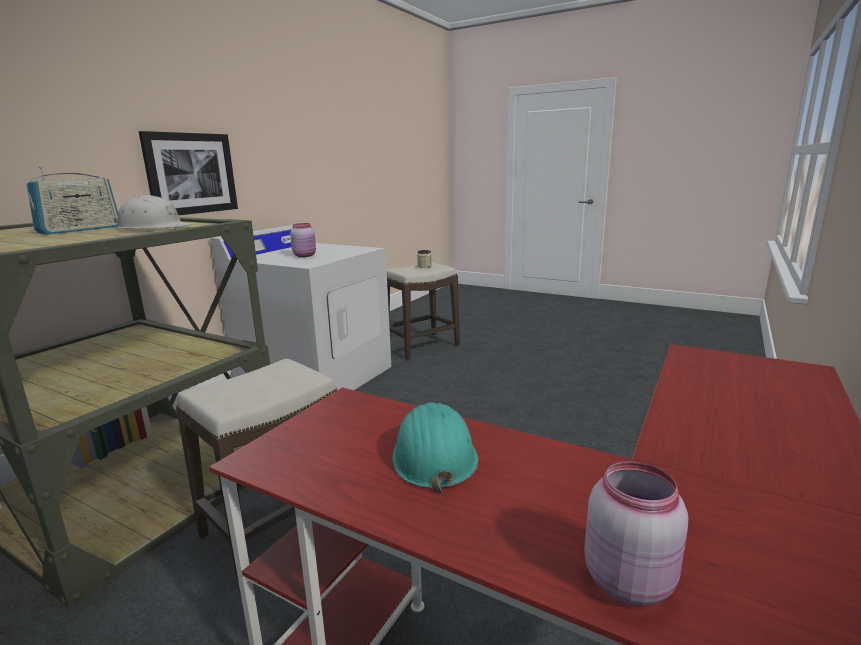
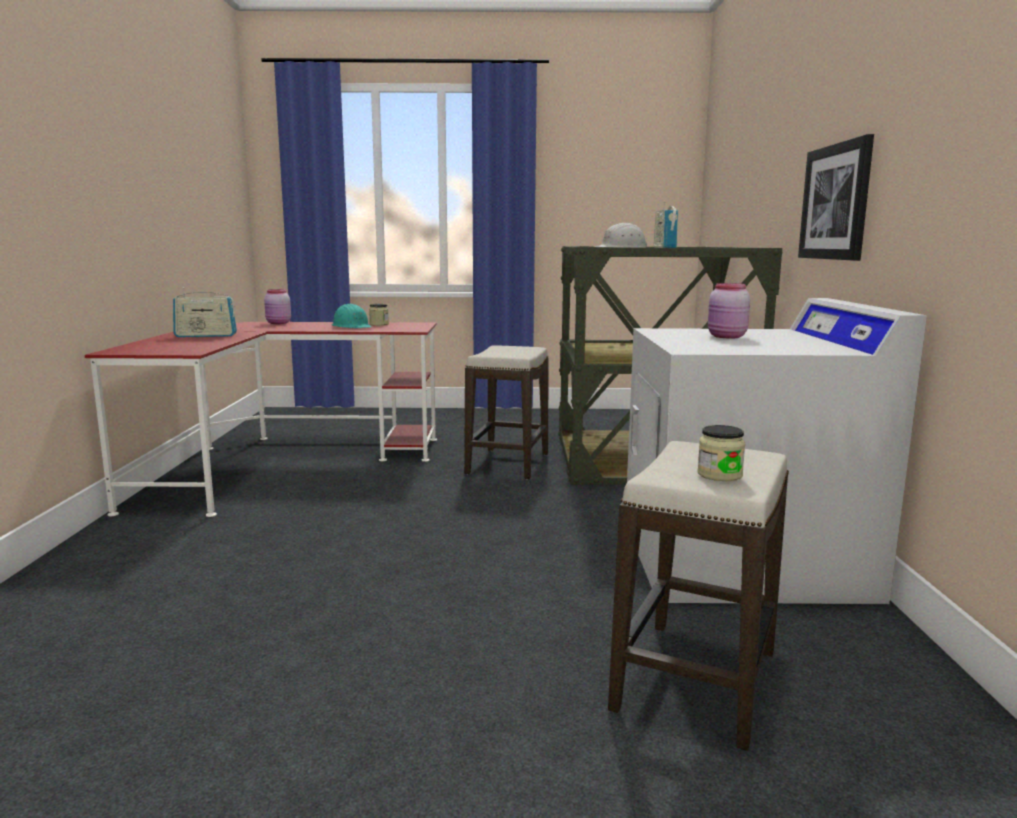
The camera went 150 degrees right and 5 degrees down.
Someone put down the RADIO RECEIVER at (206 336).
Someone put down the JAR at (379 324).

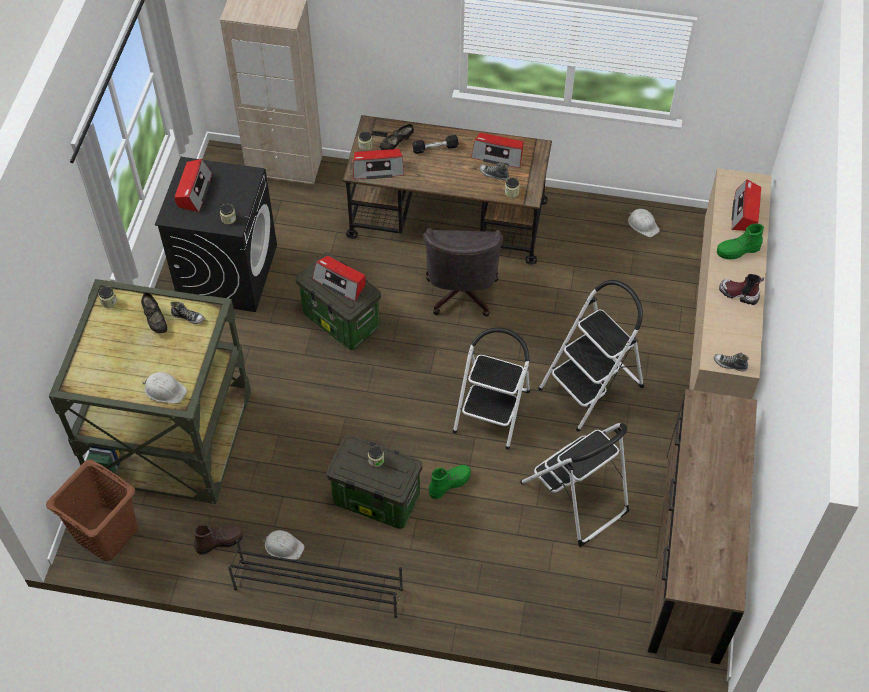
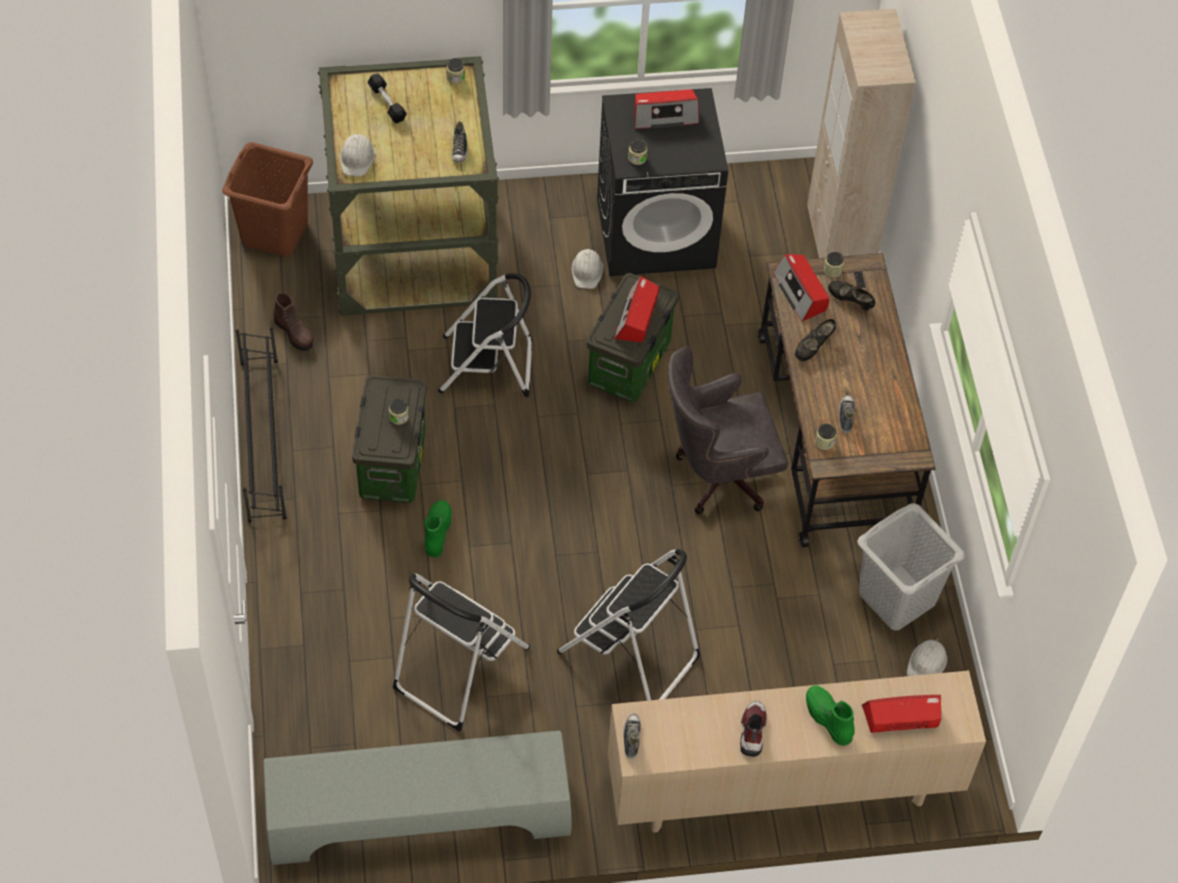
The camera went 70 degrees right and 0 degrees up.
Someone swapped the BROWN-COLOURED DRESSER at (690 555) for the GREYISH INDOOR BENCH at (418 813).
Someone carried the BLACK-COLOURED FREE WEIGHT from (435 148) to (387 103).
Someone rotated the GREENISH TALL BOOT at (449 483) by 120 degrees counterclockwise.
Someone carried the STEPLADDER from (493 409) to (489 367).
Someone carried the WHITE HARD HAT from (283 546) to (587 271).
Someone carried the BLACK-COLOURED SHOE from (155 320) to (813 347).
Someone put down the GREYISH HAMPER at (897 597).
Someone took away the RADIO RECEIVER at (498 155).

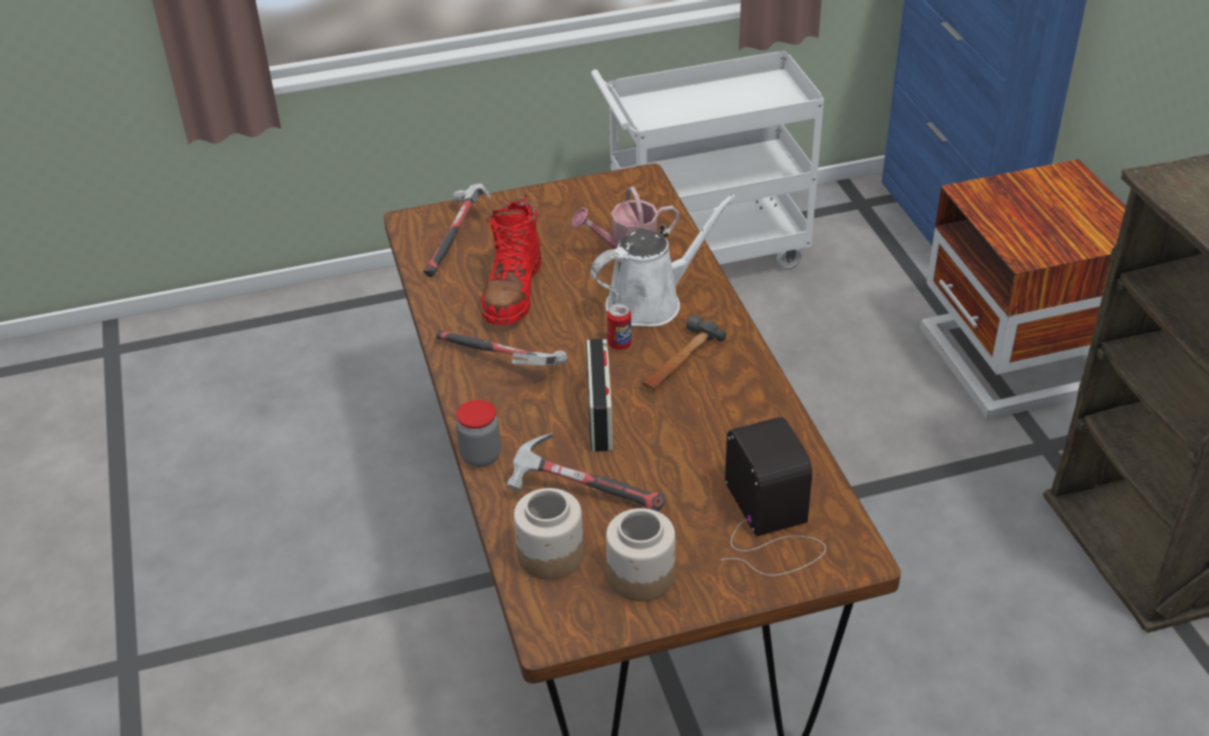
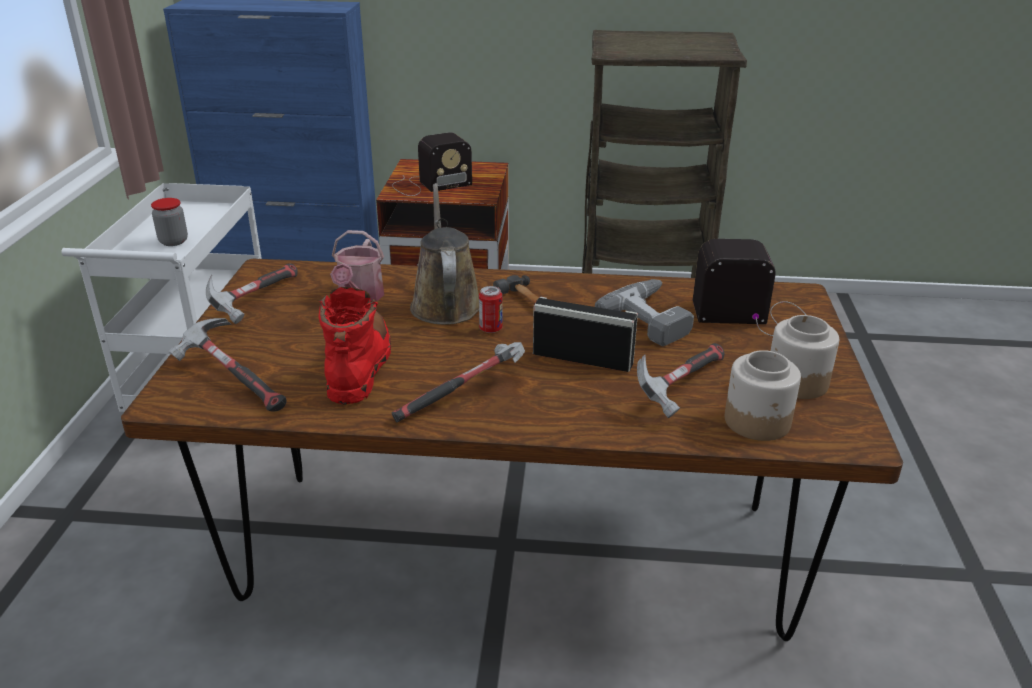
The camera went 70 degrees left and 10 degrees down.
Someone carried the JAR from (481 456) to (173 241).
Someone put down the HAND HAMMER at (255 302).
Someone rotated the RED-COLOURED TALL BOOT at (512 291) by 120 degrees counterclockwise.
Someone put down the RADIO RECEIVER at (428 185).
Someone repainted the WHITE WATERING CAN at (650 302), which became the BROWN-COLOURED WATERING CAN at (445 303).
Someone put down the DRILL at (654 318).

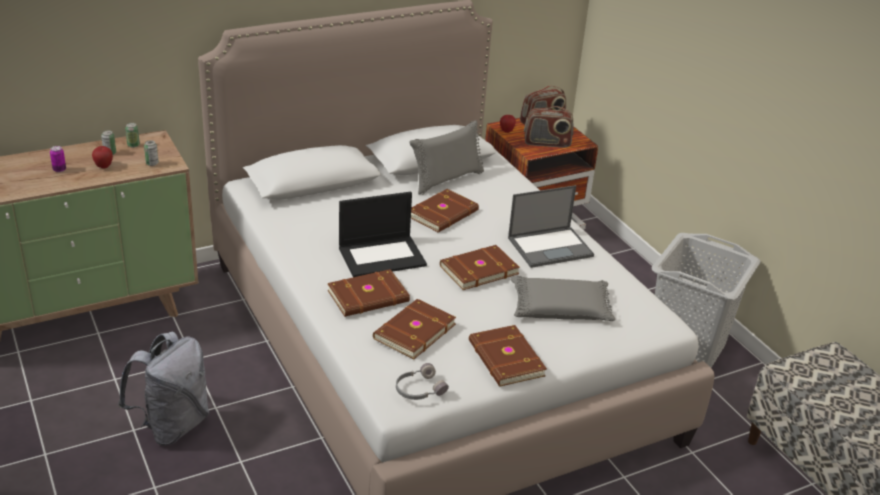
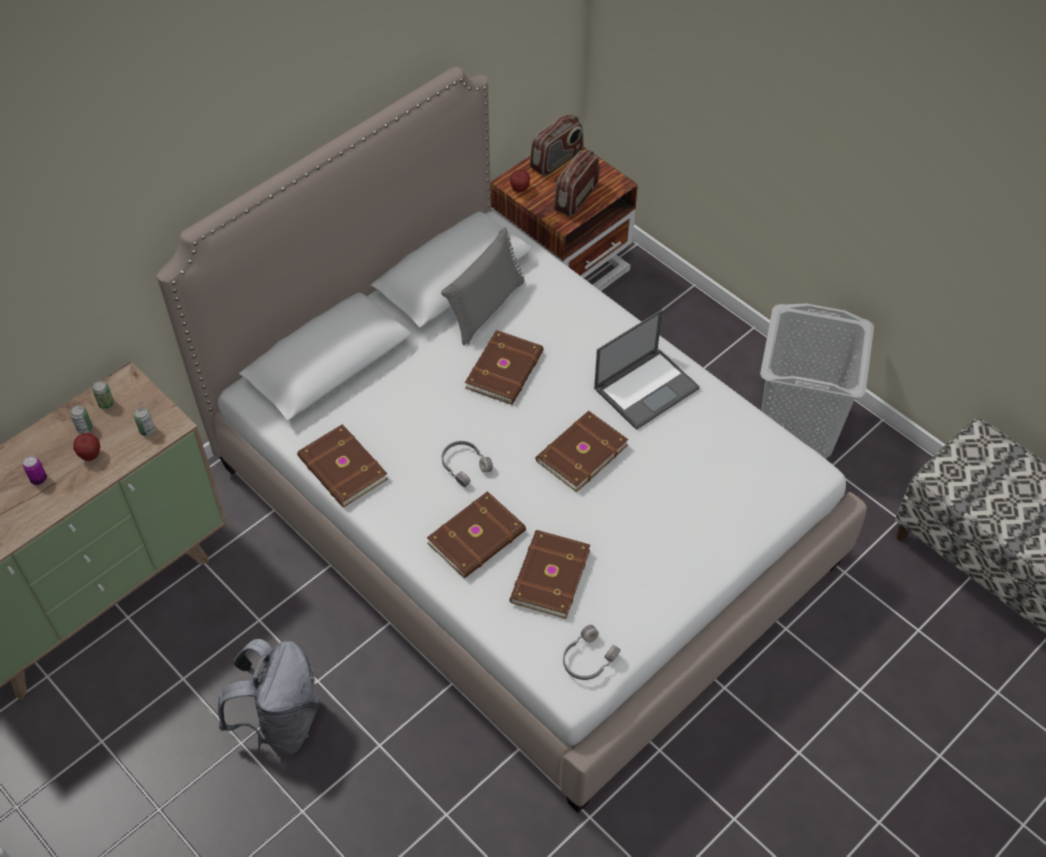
The camera went 15 degrees left and 20 degrees up.
Someone carried the BROWN-COLOURED BOOK from (505 359) to (341 469).
Someone swapped the PORTABLE COMPUTER at (382 256) for the GREYISH HEADSET at (465 465).
Someone rotated the RADIO RECEIVER at (547 143) by 135 degrees clockwise.
Someone took away the GREYISH PILLOW at (560 305).

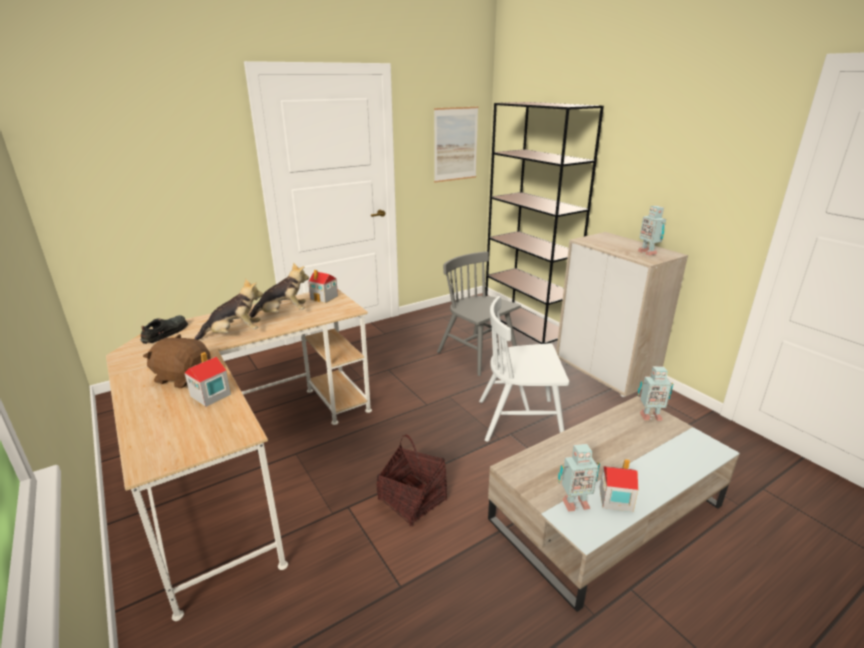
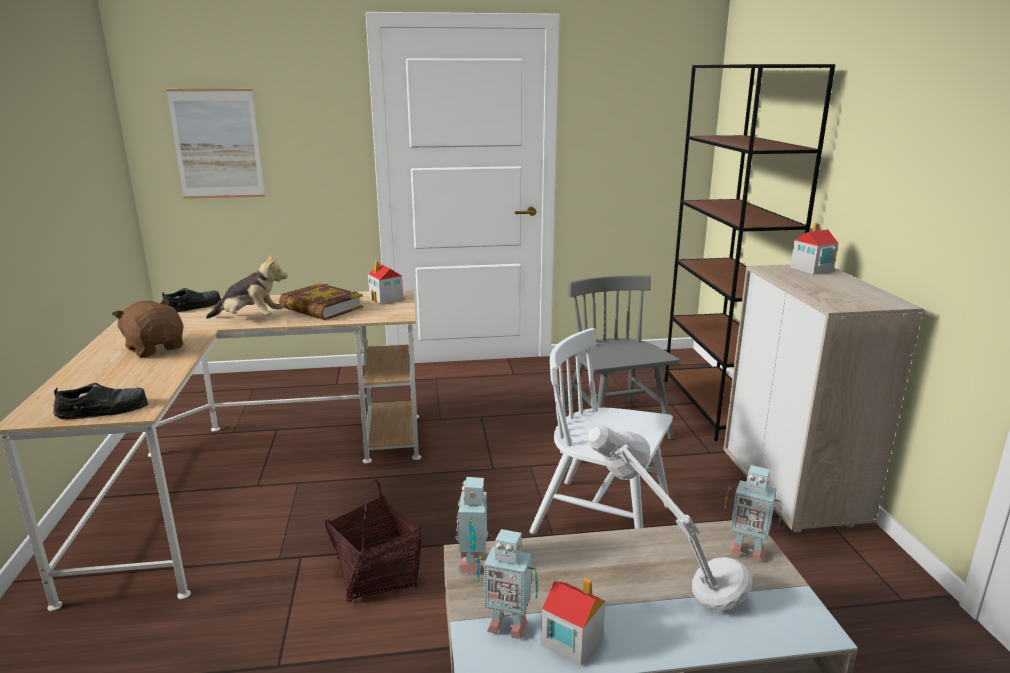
The camera went 25 degrees right and 5 degrees down.
Someone put down the BLACK-COLOURED SHOE at (103 409).
Someone carried the PICTURE from (455 144) to (217 144).
Someone swapped the SOFT TOY at (282 314) for the BOOK at (321 308).
Someone carried the ROBOT FIGURE from (647 252) to (474 562).
Someone put down the GREYISH TABLE LAMP at (663 585).
Someone carried the TOY HOUSE from (210 395) to (811 269).

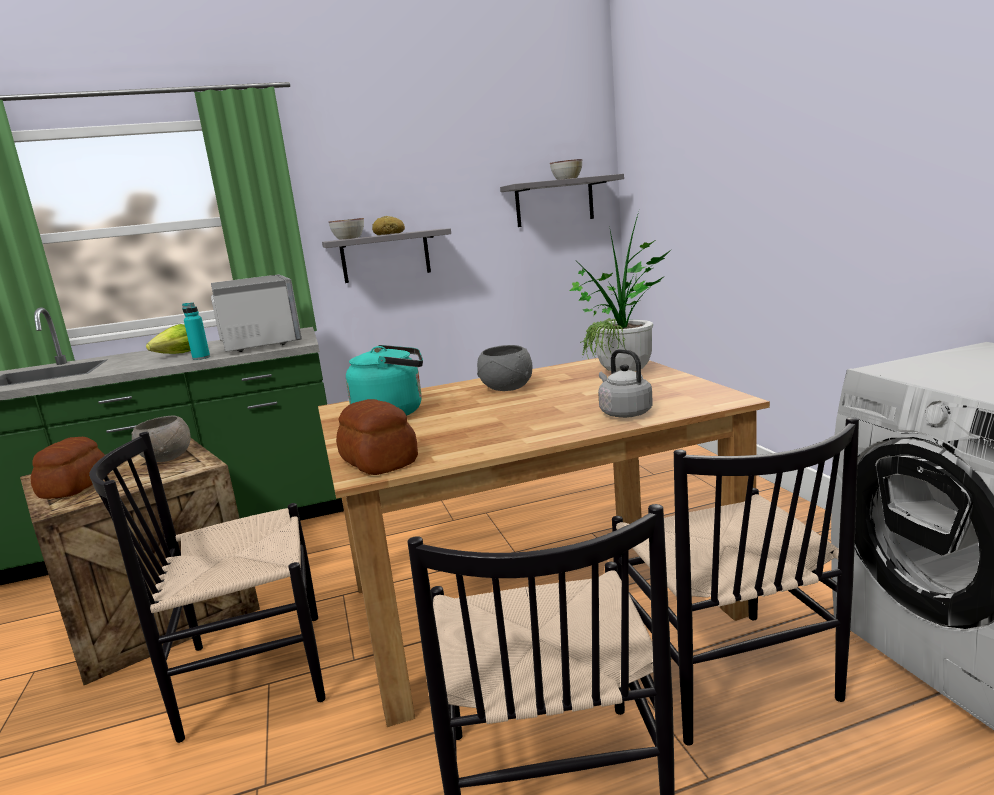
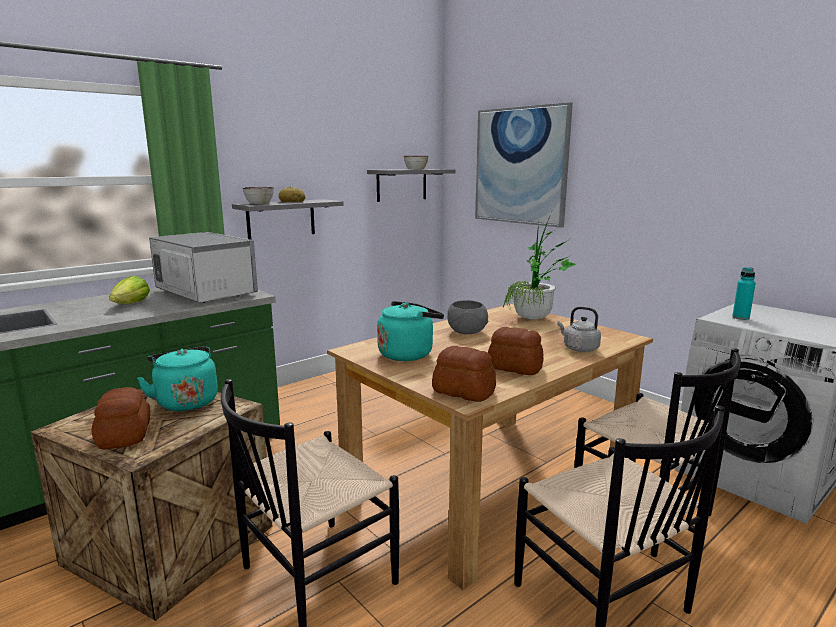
The camera went 25 degrees left and 0 degrees up.
Someone swapped the GREYISH SERVING BOWL at (167 458) for the BLUE-GREEN WATER KETTLE at (186 401).
Someone put up the PICTURE at (520 166).
Someone put down the BREAD at (514 367).
Someone carried the BLUE-GREEN DRINK BOTTLE from (201 358) to (740 318).

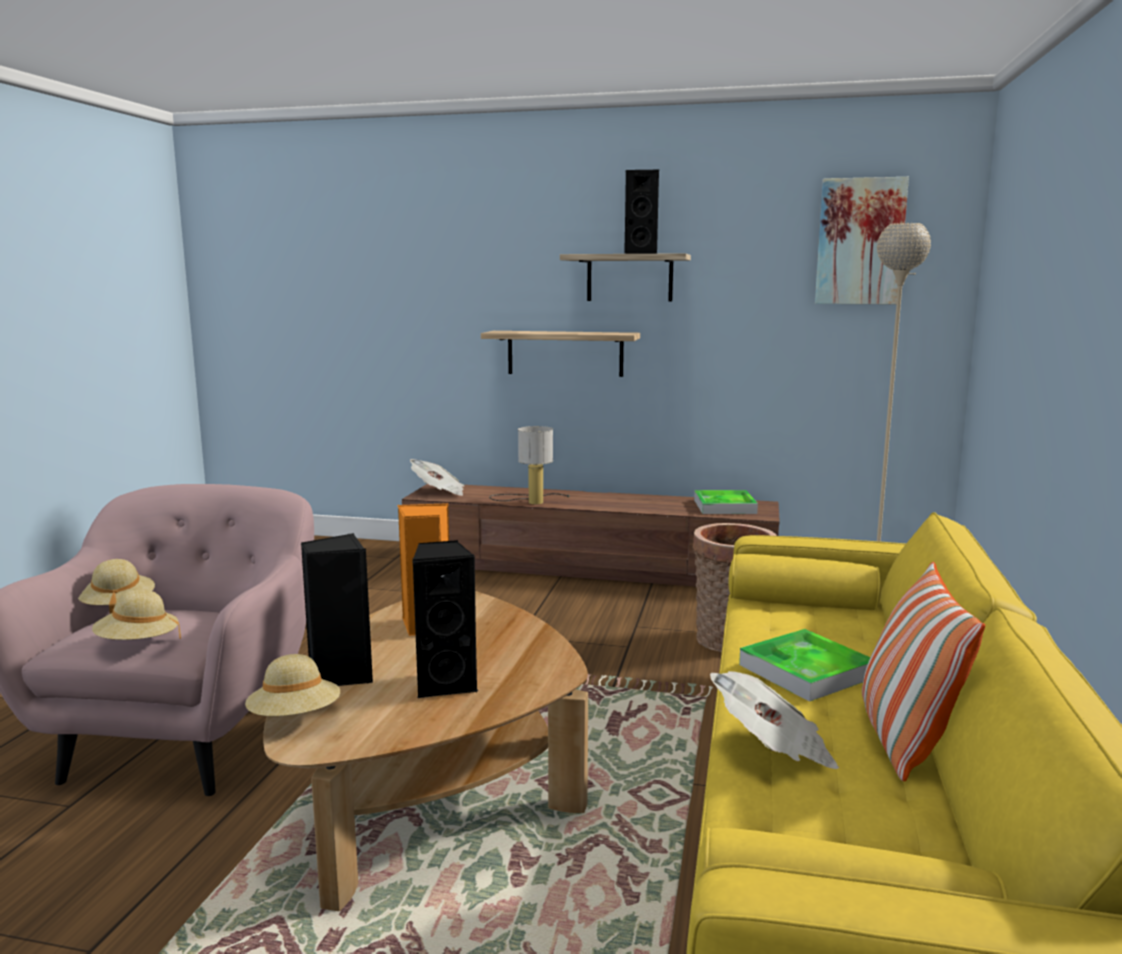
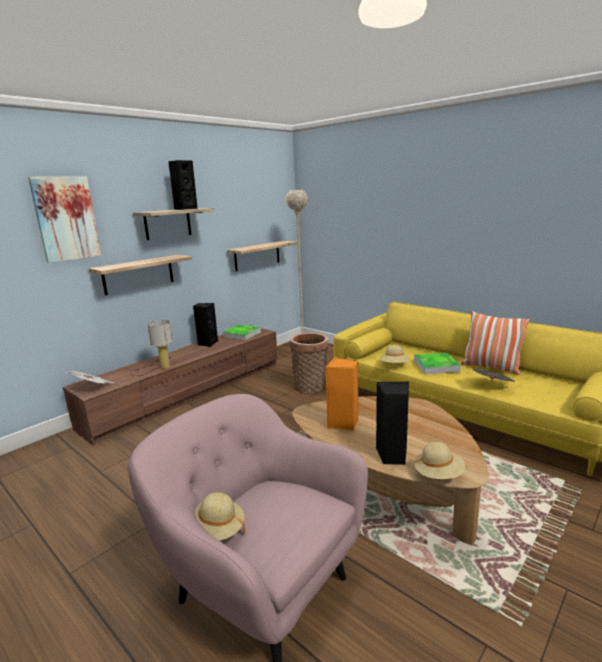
The camera went 60 degrees left and 5 degrees up.
Someone carried the PICTURE from (860 242) to (66 219).
Someone carried the BLACK-COLOURED AUDIO SPEAKER from (446 684) to (207 343).
Someone put up the WALL SHELF at (257 255).
Someone carried the BEIGE HAT from (138 643) to (394 365).

